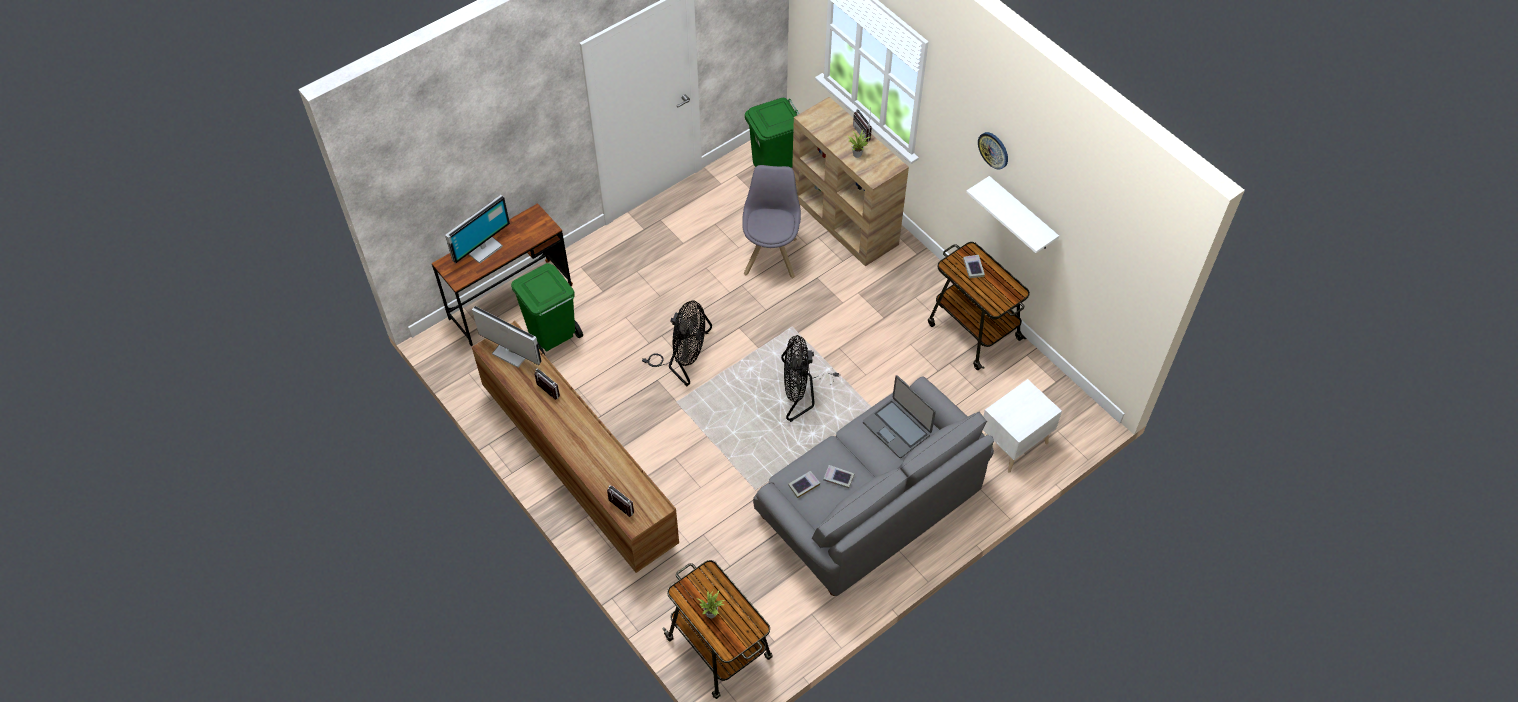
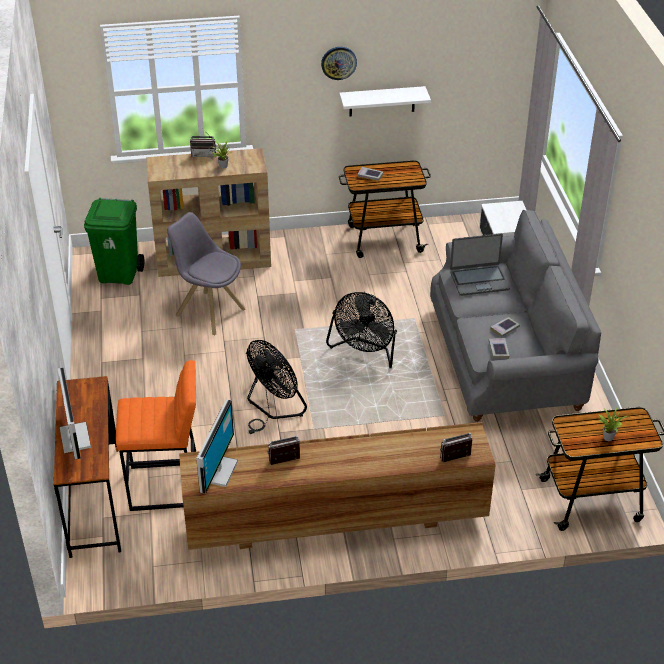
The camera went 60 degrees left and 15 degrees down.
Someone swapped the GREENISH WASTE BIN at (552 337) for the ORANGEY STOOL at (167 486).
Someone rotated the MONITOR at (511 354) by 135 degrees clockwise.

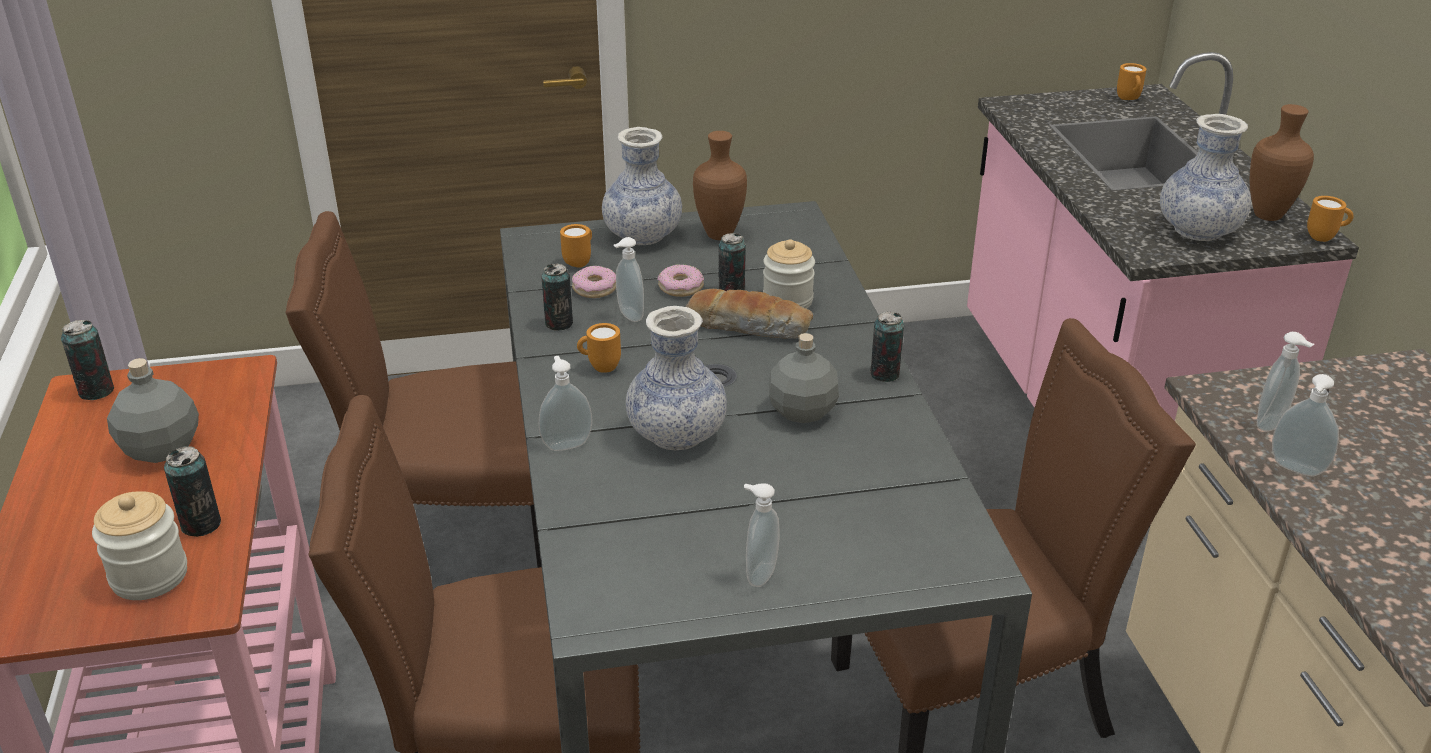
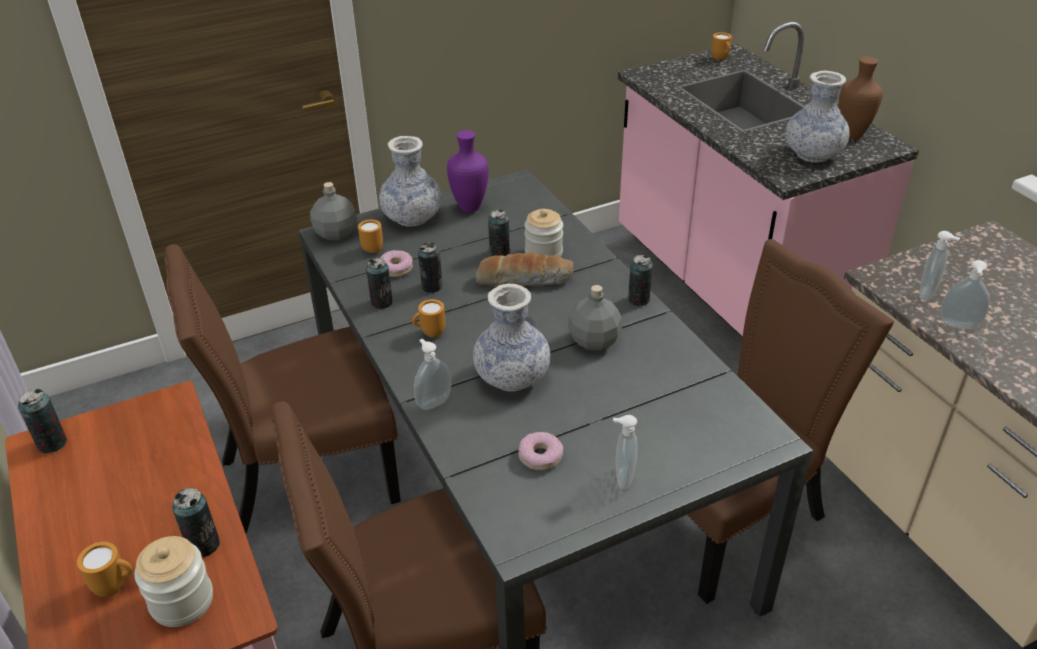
The camera went 15 degrees left and 5 degrees up.
Someone carried the ORANGEY TEA MUG from (1325 238) to (116 586).
Someone carried the GREYISH DRINK BOTTLE from (162 449) to (336 234).
Someone swapped the SOAP DISPENSER at (628 316) for the CAN at (432 286).
Someone repainted the BROWN-COLOURED VASE at (719 234), which became the PURPLISH VASE at (469 207).
Someone carried the DOUGHNUT from (681 287) to (540 456).

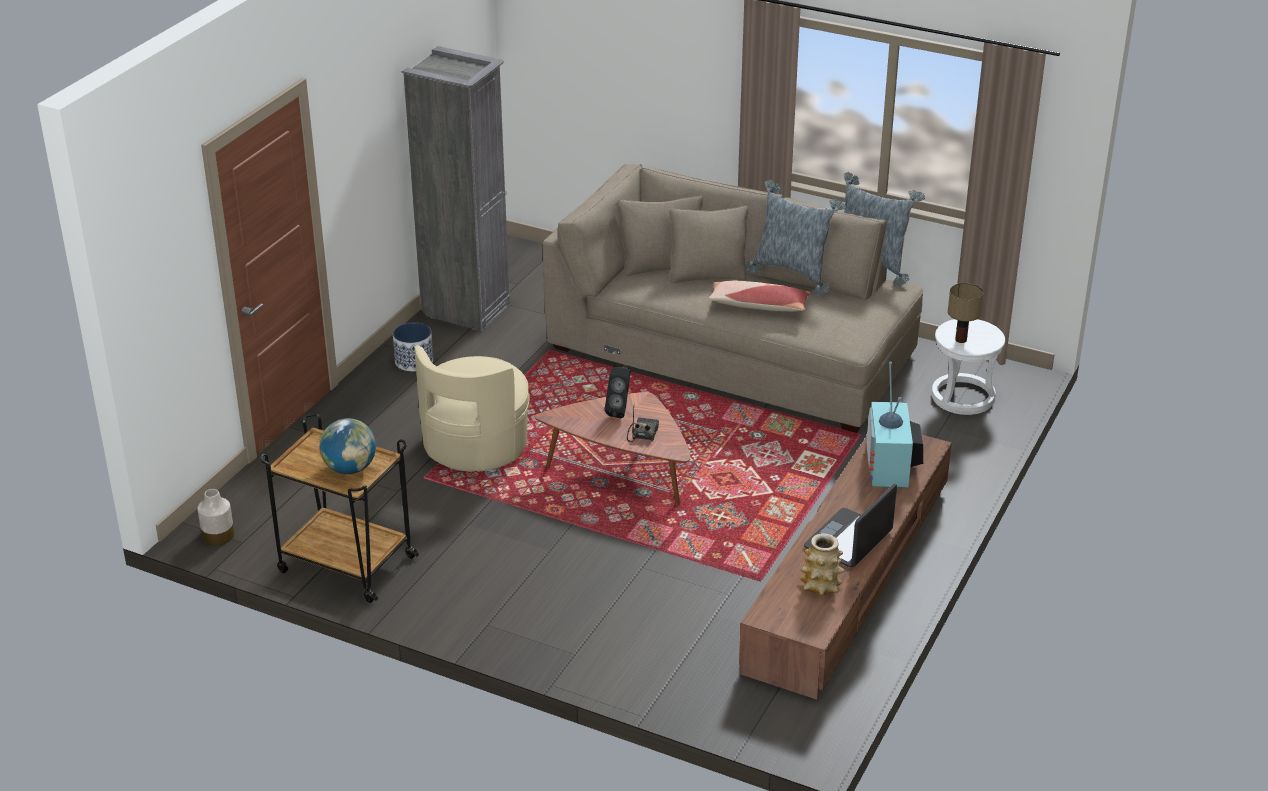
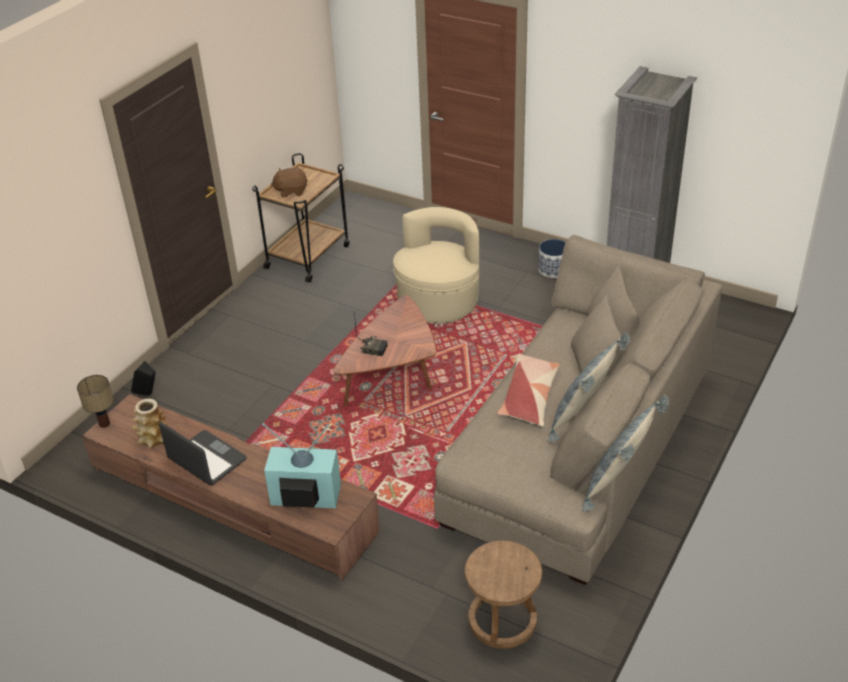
The camera went 95 degrees right and 5 degrees up.
Someone carried the TABLE LAMP from (961 340) to (104 424).
Someone carried the BLACK-COLOURED AUDIO SPEAKER from (620 411) to (148 394).
Someone swapped the WORLD GLOBE at (350 468) for the BROWN-COLOURED SOFT TOY at (291 191).
Someone rotated the BEIGE LOUNGE CHAIR at (475 445) by 90 degrees clockwise.
Someone repainted the WHITE STOOL at (963 397), which became the BROWN-COLOURED STOOL at (502 620).
Someone took away the BEIGE VASE at (218 535).

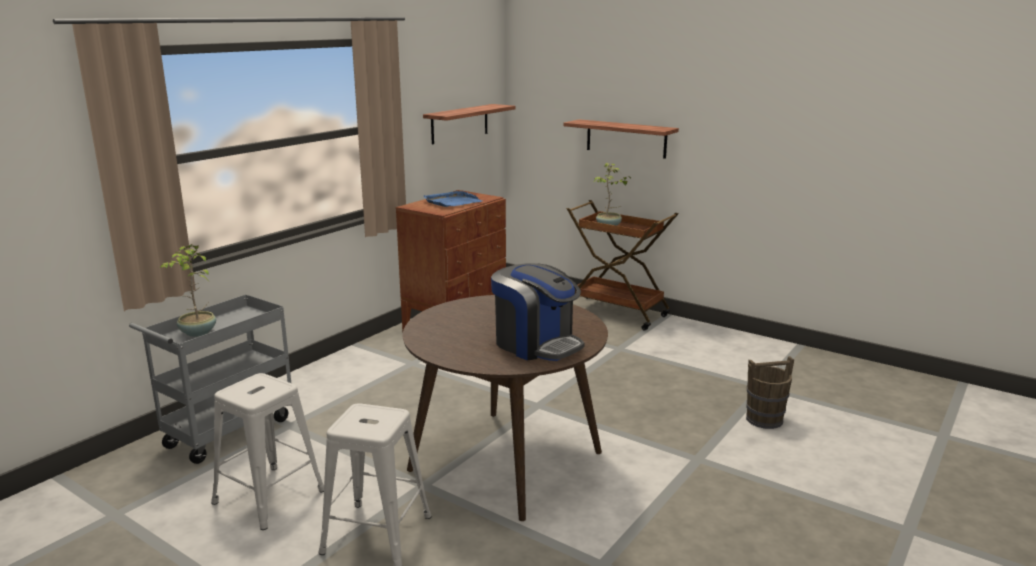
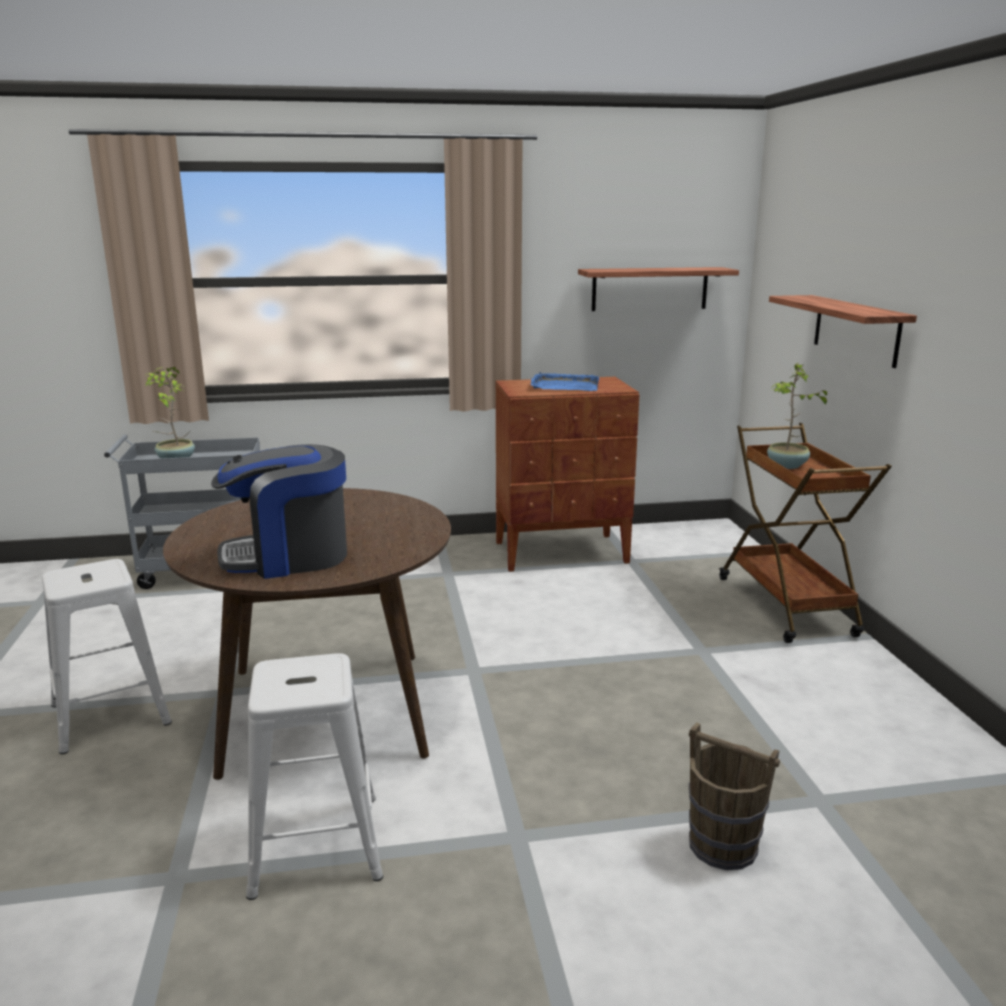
The camera went 45 degrees right and 0 degrees up.
Someone rotated the COFFEE BREWER at (536 344) by 75 degrees clockwise.
Someone carried the WHITE STOOL from (269 497) to (315 845).

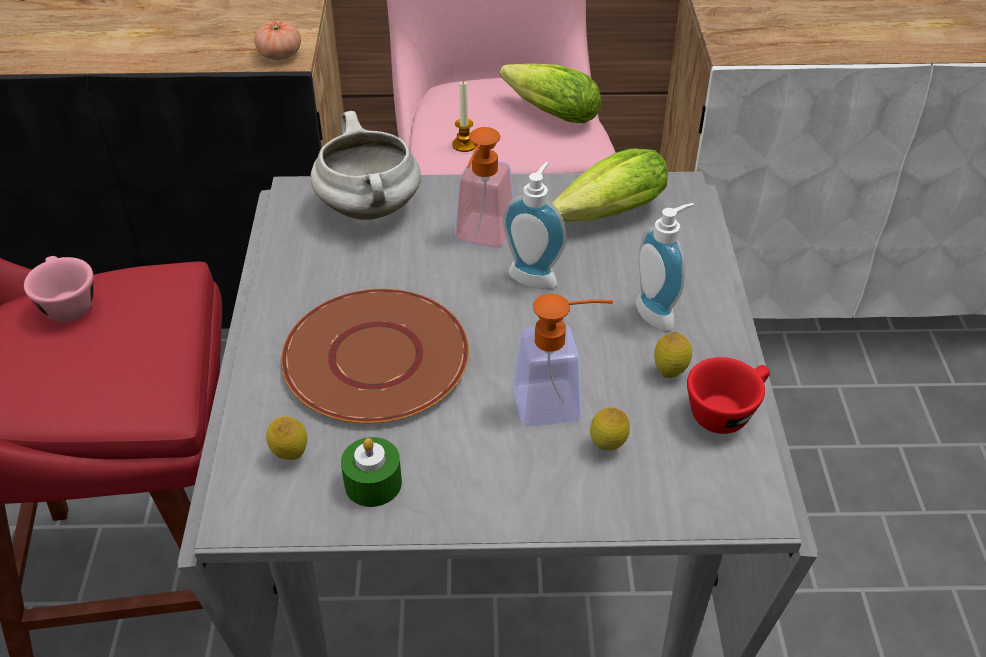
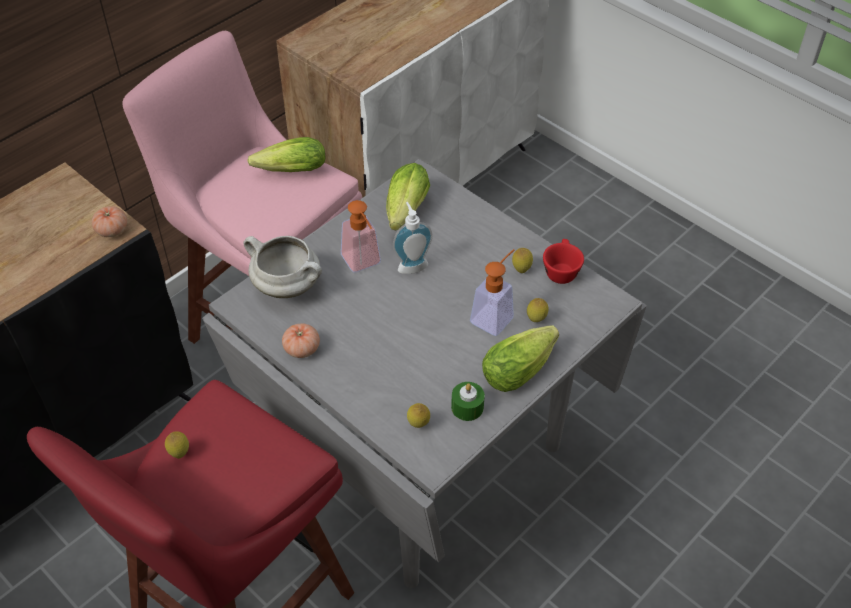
The camera went 45 degrees left and 5 degrees up.
Someone swapped the PINK CUP at (66 303) for the WHOLE LEMON at (179 453).
Someone put down the TOMATO at (302 349).
Someone put down the LETTUCE at (522 368).
Someone took away the BROWN-COLOURED DINNER PLATE at (375 357).
Someone took away the CANDLE at (464 145).
Someone took away the SOAP DISPENSER at (659 313).

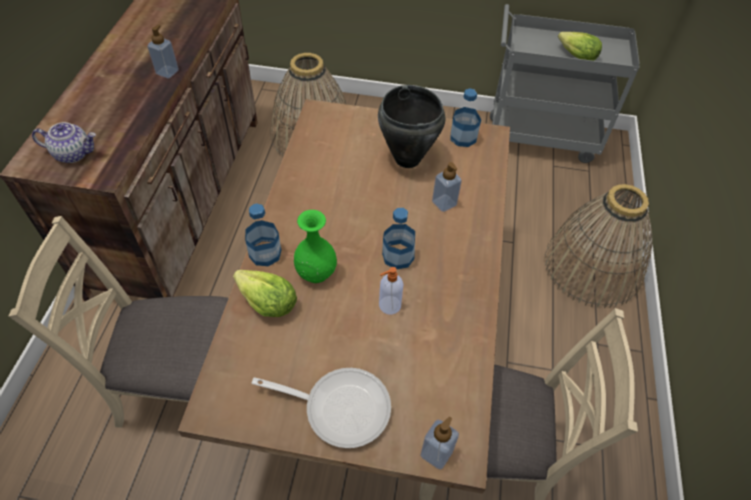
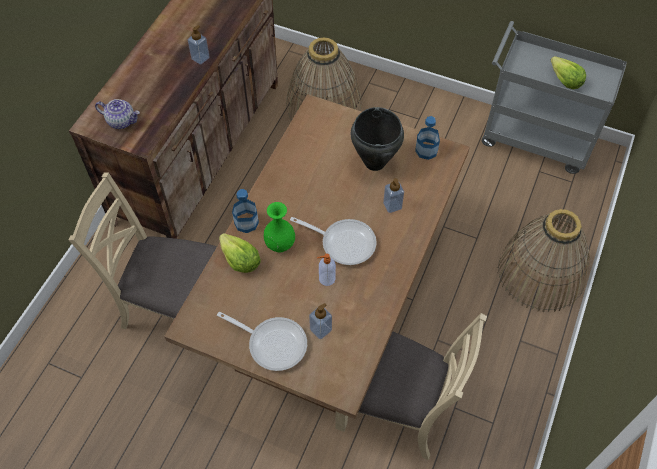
The camera went 15 degrees right and 5 degrees up.
Someone swapped the DRINK BOTTLE at (398 256) for the FRYING PAN at (344 242).
Someone carried the SOAP DISPENSER from (436 453) to (320 329).

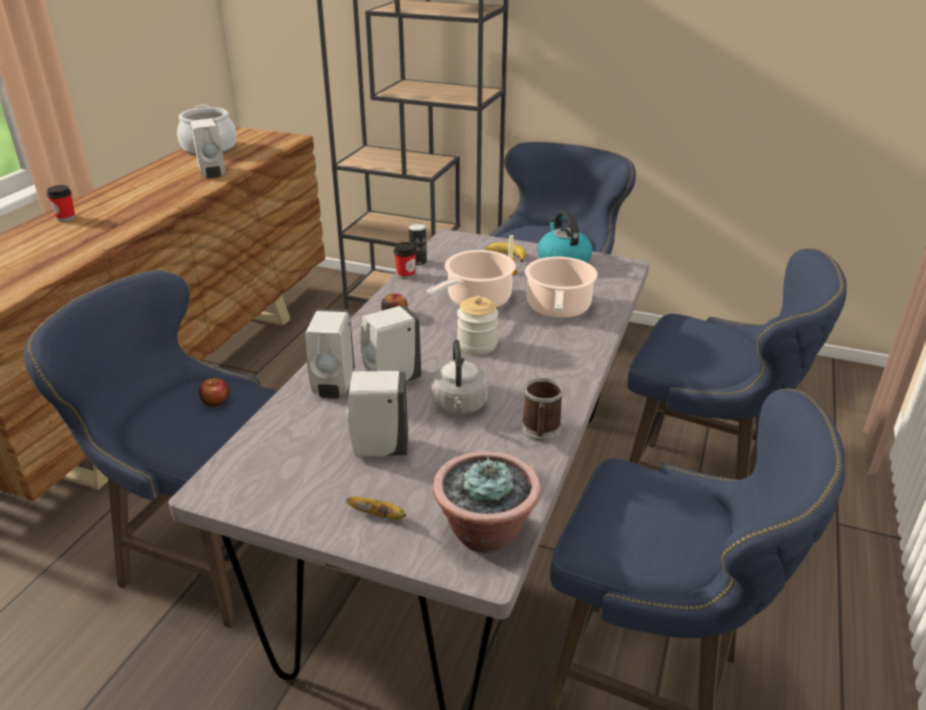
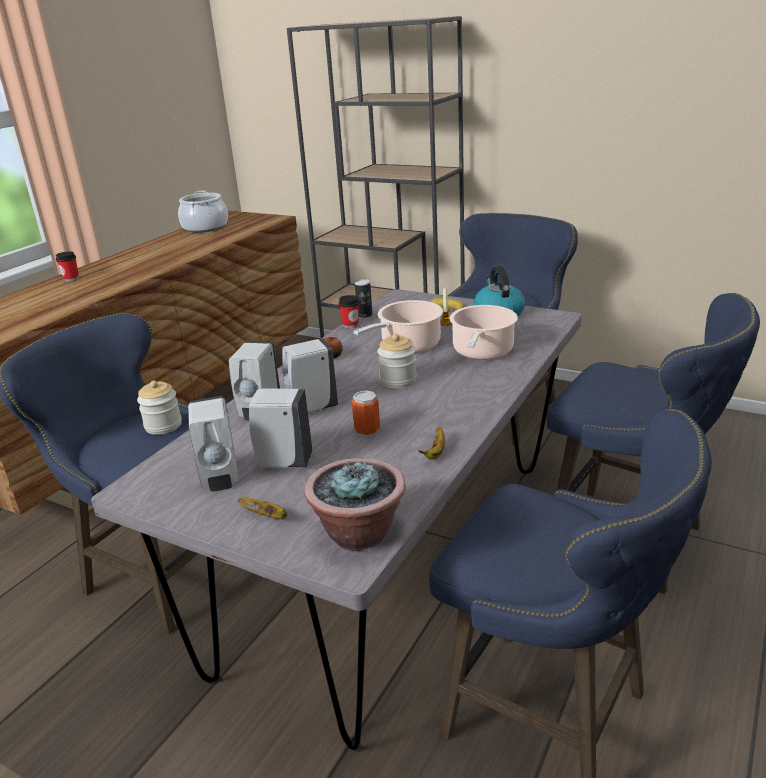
The camera went 10 degrees right and 5 degrees down.
Someone swapped the APPLE FRUIT at (216 401) for the JAR at (163 426).
Someone carried the WHITE SOAP DISPENSER from (212 173) to (220 478).
Someone swapped the GREYISH WATER KETTLE at (460 406) for the CAN at (367 430).
Someone swapped the TEA MUG at (540 432) for the BANANA at (435 452).

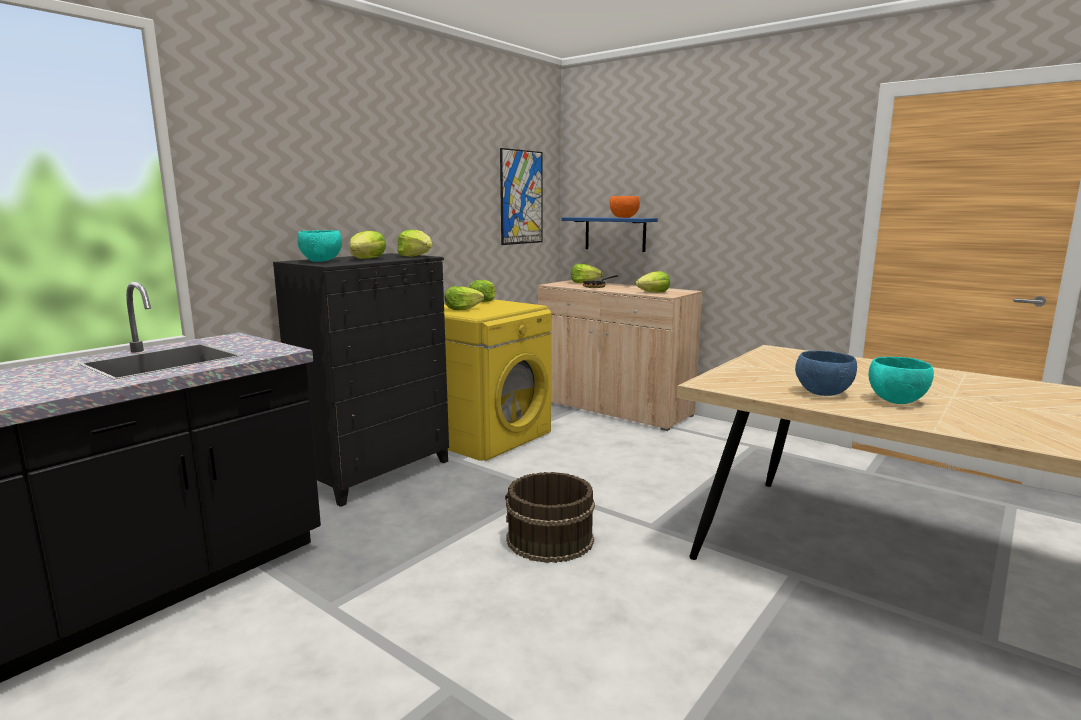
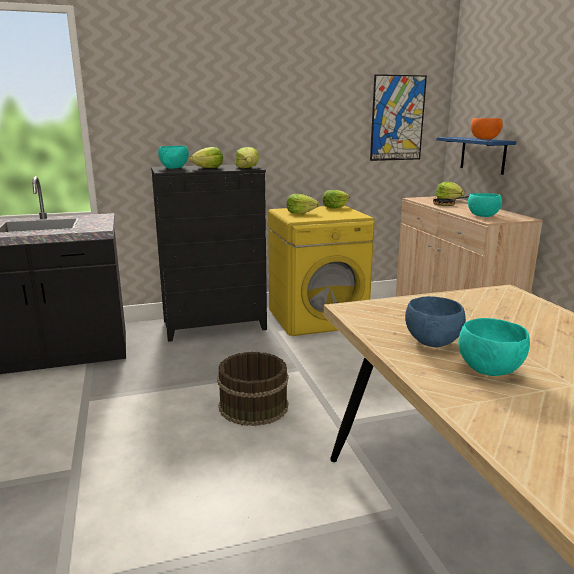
The camera went 35 degrees right and 5 degrees up.
Someone swapped the LETTUCE at (653 293) for the BLUE-GREEN SERVING BOWL at (483 216).

